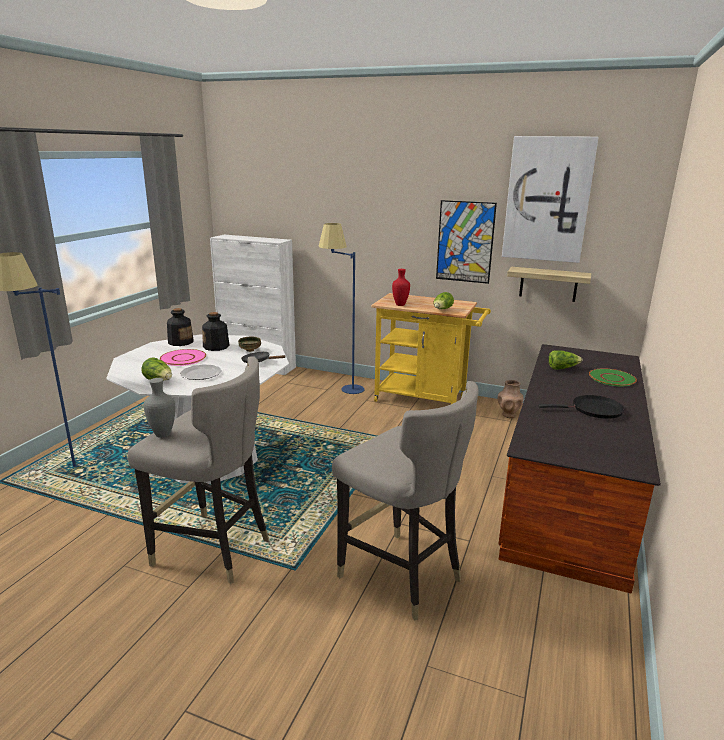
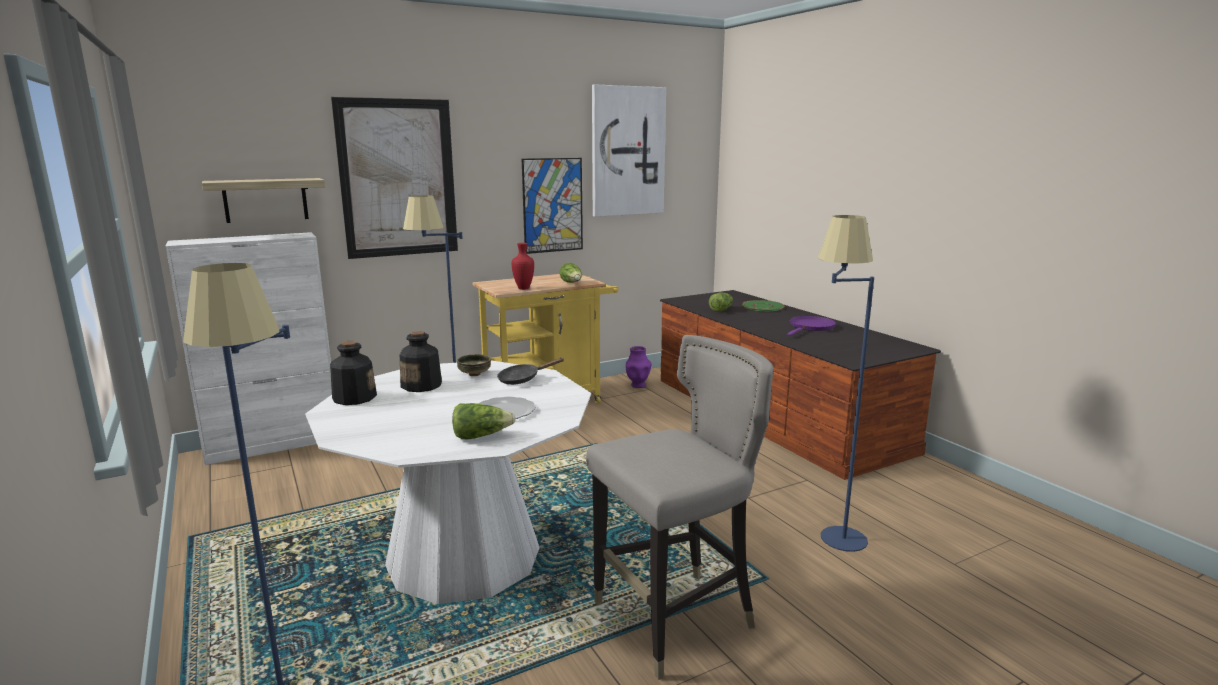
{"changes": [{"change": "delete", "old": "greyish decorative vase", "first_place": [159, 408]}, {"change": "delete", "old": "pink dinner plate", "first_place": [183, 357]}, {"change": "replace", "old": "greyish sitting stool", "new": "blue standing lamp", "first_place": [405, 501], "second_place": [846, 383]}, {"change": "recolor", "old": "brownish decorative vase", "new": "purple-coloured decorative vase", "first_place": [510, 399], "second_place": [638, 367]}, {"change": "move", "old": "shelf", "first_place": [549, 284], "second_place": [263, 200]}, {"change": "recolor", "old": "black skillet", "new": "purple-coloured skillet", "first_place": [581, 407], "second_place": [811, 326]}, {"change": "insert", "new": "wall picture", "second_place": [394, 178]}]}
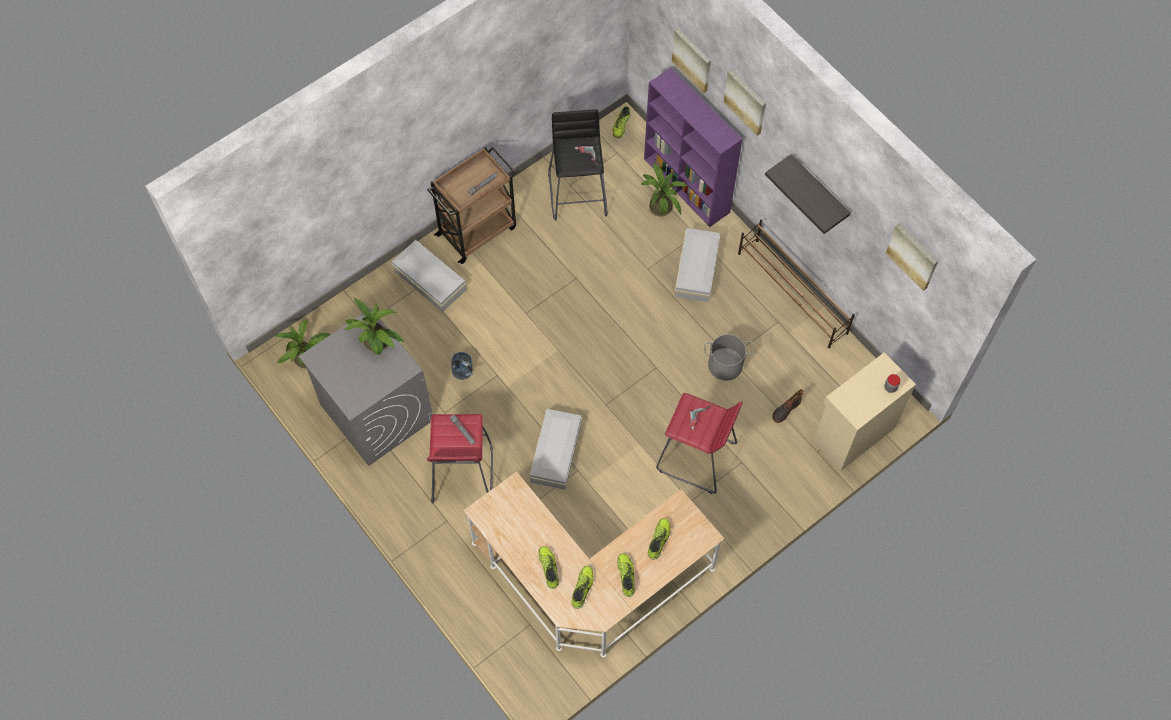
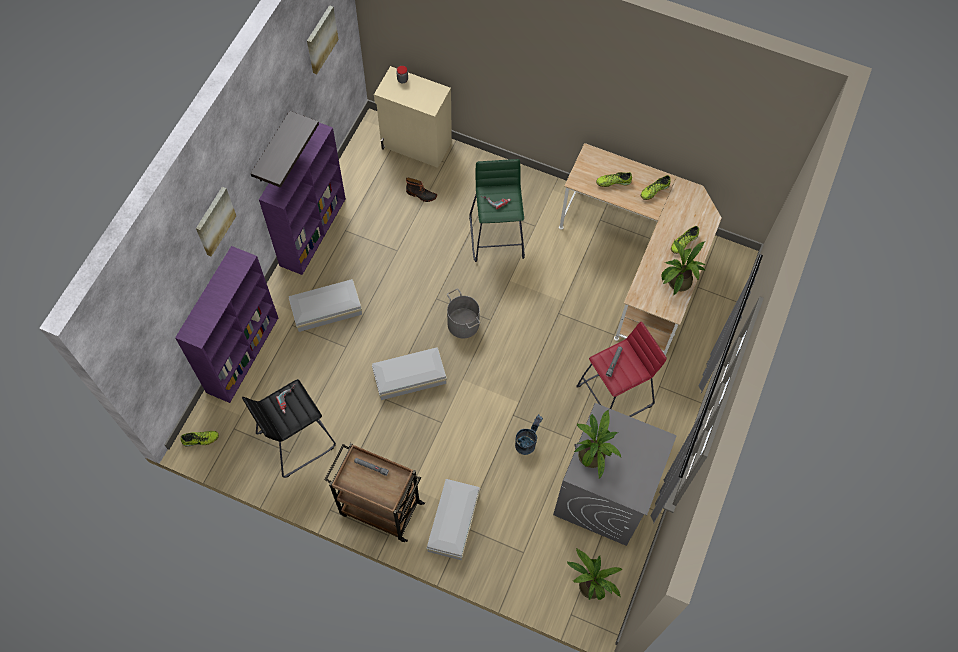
{"changes": [{"change": "move", "old": "white storage box", "first_place": [555, 449], "second_place": [409, 373]}, {"change": "delete", "old": "shoe", "first_place": [582, 587]}, {"change": "move", "old": "houseplant", "first_place": [664, 189], "second_place": [684, 267]}, {"change": "recolor", "old": "reddish sitting stool", "new": "greenish sitting stool", "first_place": [699, 443], "second_place": [497, 210]}, {"change": "delete", "old": "wall picture", "first_place": [691, 60]}, {"change": "move", "old": "greyish pail", "first_place": [729, 357], "second_place": [463, 313]}, {"change": "replace", "old": "brownish shoe stand", "new": "purple-coloured bookcase", "first_place": [796, 283], "second_place": [302, 199]}]}
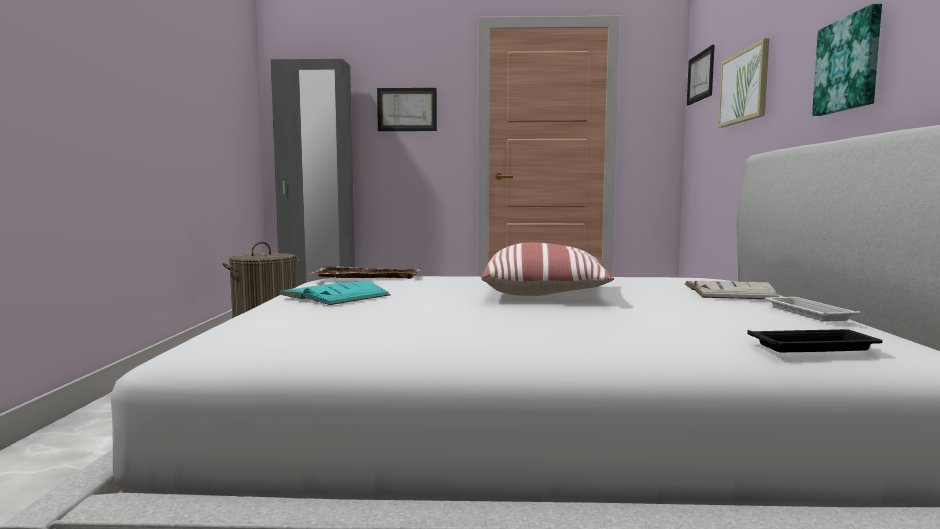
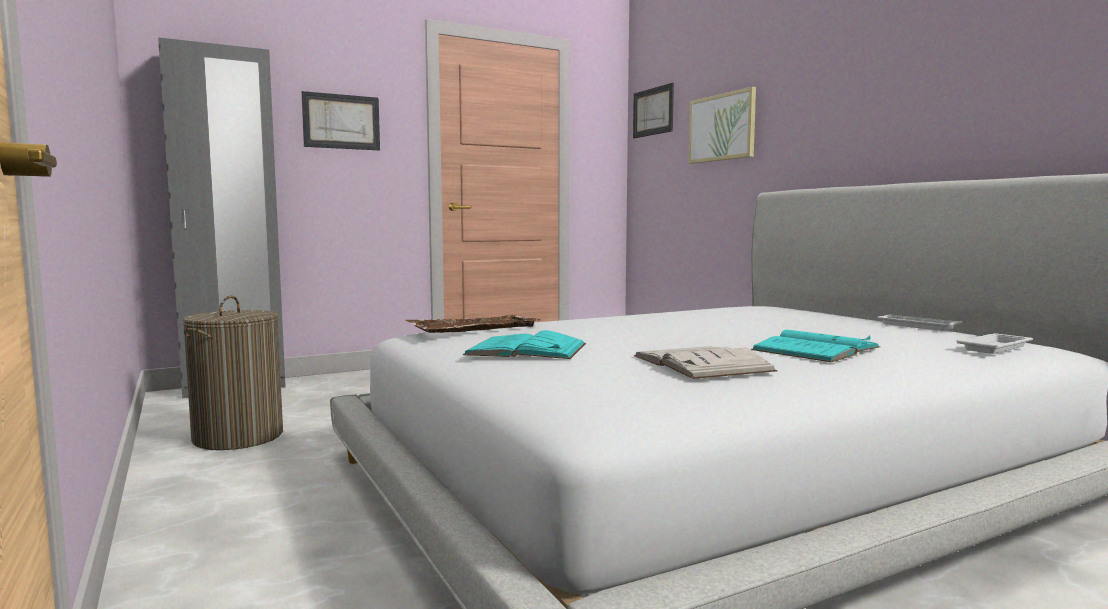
{"changes": [{"change": "delete", "old": "pillow", "first_place": [547, 269]}, {"change": "move", "old": "white book", "first_place": [732, 290], "second_place": [706, 362]}, {"change": "recolor", "old": "black carrying tray", "new": "white carrying tray", "first_place": [815, 340], "second_place": [995, 343]}, {"change": "delete", "old": "wall picture", "first_place": [847, 60]}, {"change": "insert", "new": "turquoise-coloured book", "second_place": [815, 345]}]}
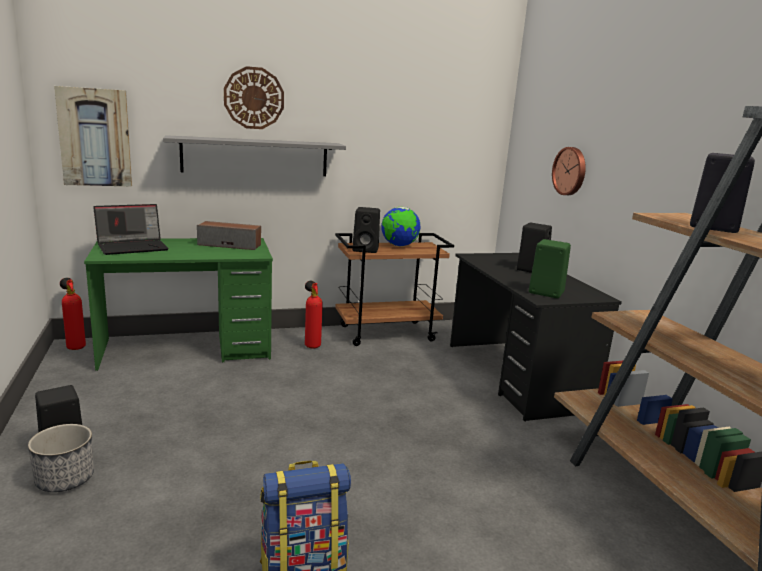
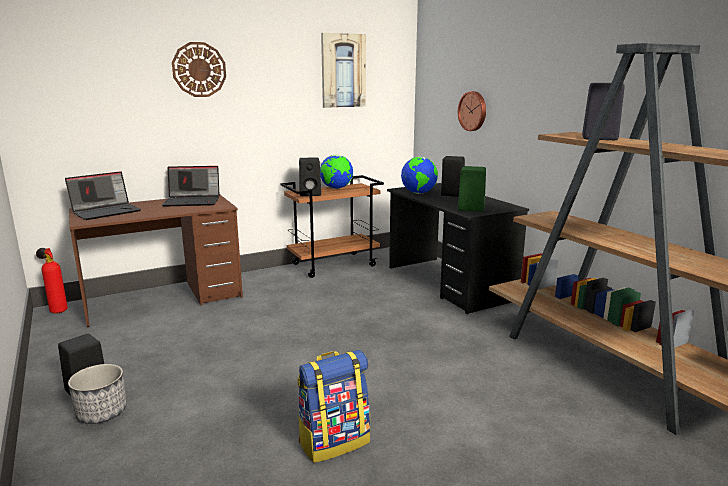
{"changes": [{"change": "move", "old": "wall picture", "first_place": [93, 136], "second_place": [343, 70]}, {"change": "recolor", "old": "greenish desk table", "new": "brownish desk table", "first_place": [178, 304], "second_place": [156, 260]}, {"change": "delete", "old": "greyish shelf", "first_place": [254, 155]}, {"change": "replace", "old": "audio speaker", "new": "portable computer", "first_place": [229, 235], "second_place": [191, 186]}, {"change": "delete", "old": "extinguisher", "first_place": [314, 315]}, {"change": "insert", "new": "desk globe", "second_place": [419, 175]}]}
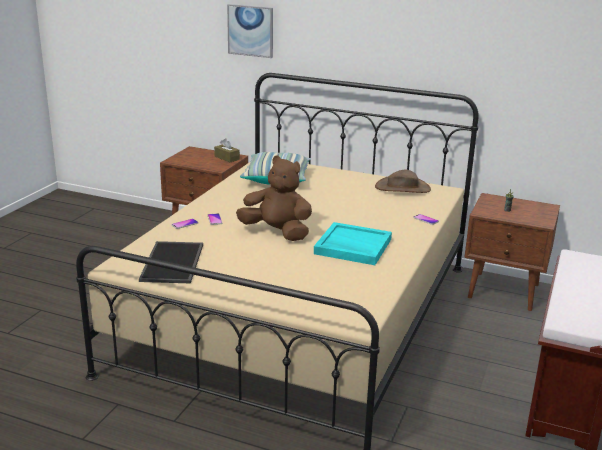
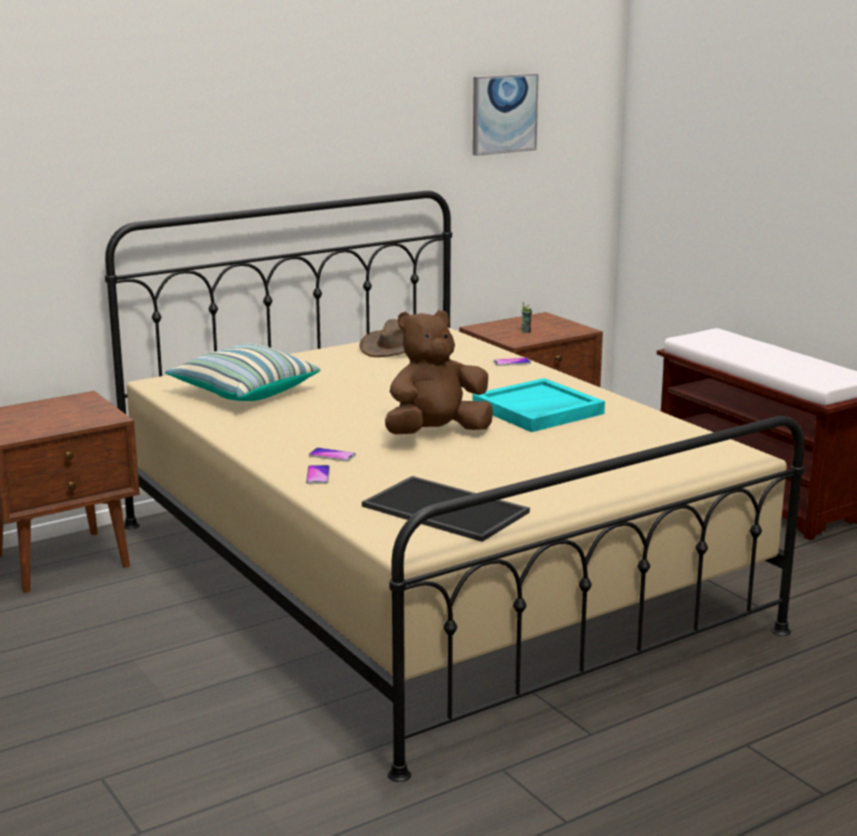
{"changes": [{"change": "delete", "old": "brownish tissue holder", "first_place": [227, 150]}, {"change": "move", "old": "wall picture", "first_place": [250, 31], "second_place": [506, 114]}]}
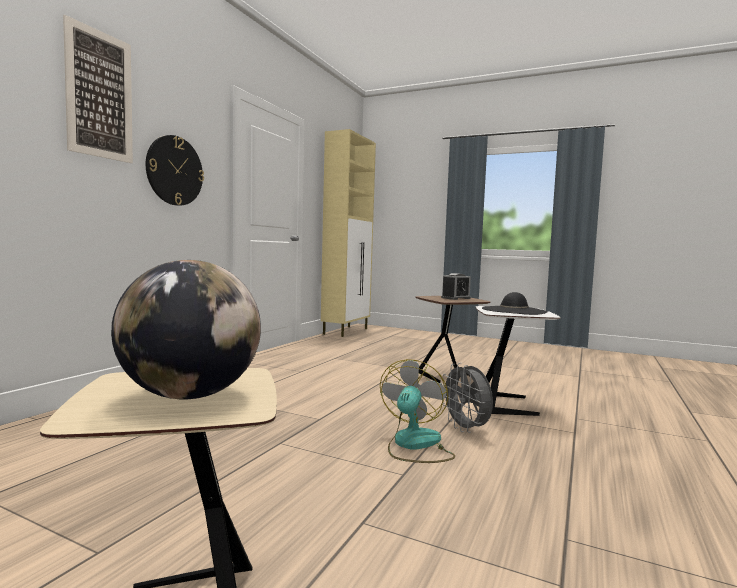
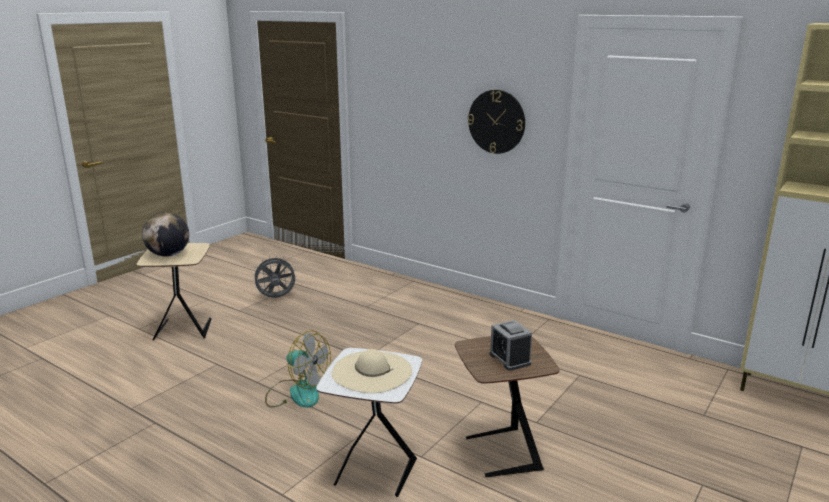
{"changes": [{"change": "delete", "old": "wall picture", "first_place": [98, 89]}, {"change": "move", "old": "greyish electric fan", "first_place": [467, 398], "second_place": [274, 276]}, {"change": "recolor", "old": "black clothing hat", "new": "beige clothing hat", "first_place": [515, 303], "second_place": [372, 371]}]}
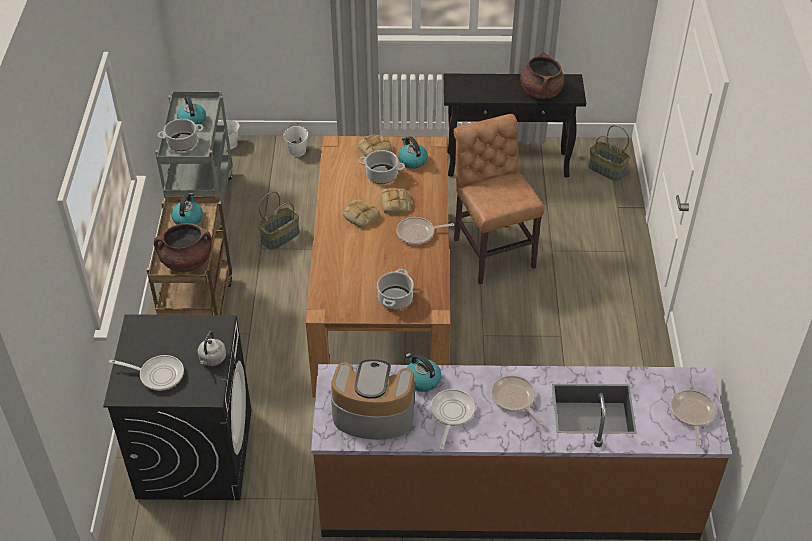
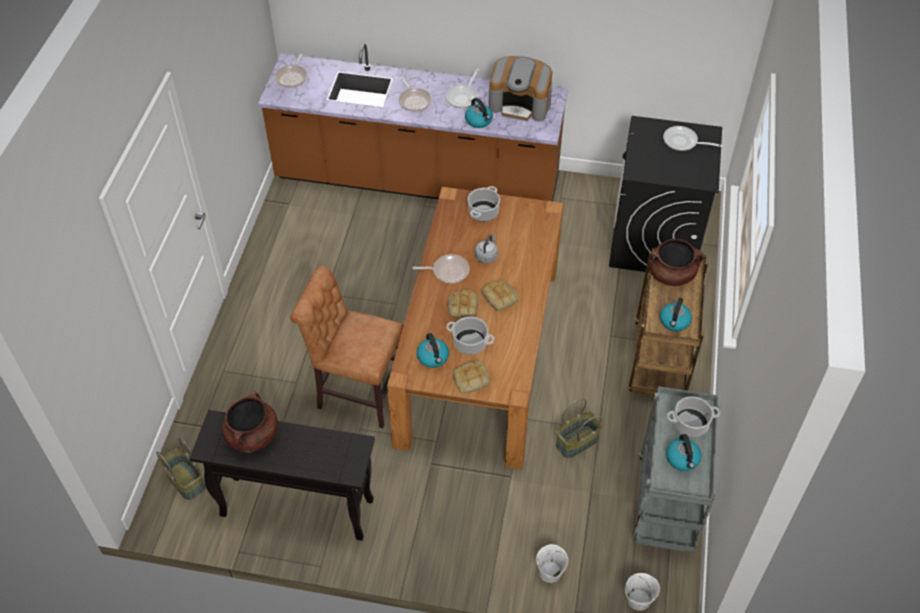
{"changes": [{"change": "move", "old": "greyish water kettle", "first_place": [212, 348], "second_place": [486, 249]}, {"change": "rotate", "old": "brownish upright chair", "first_place": [498, 199], "second_place": [347, 347], "degrees": 120}]}
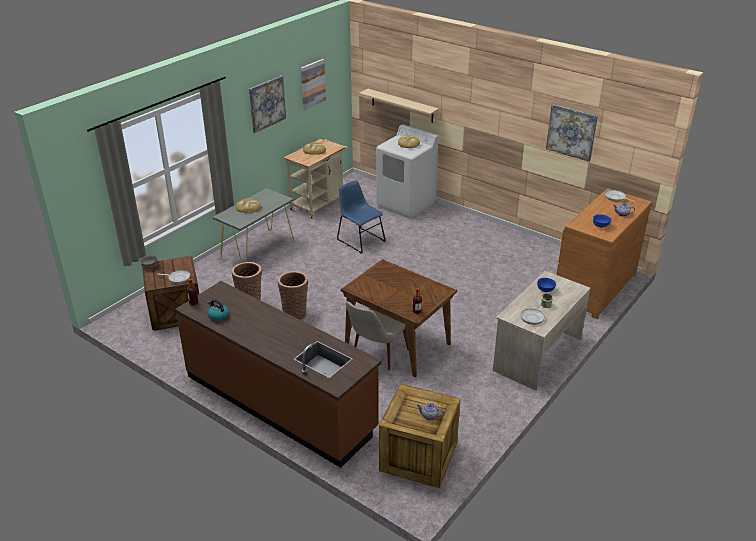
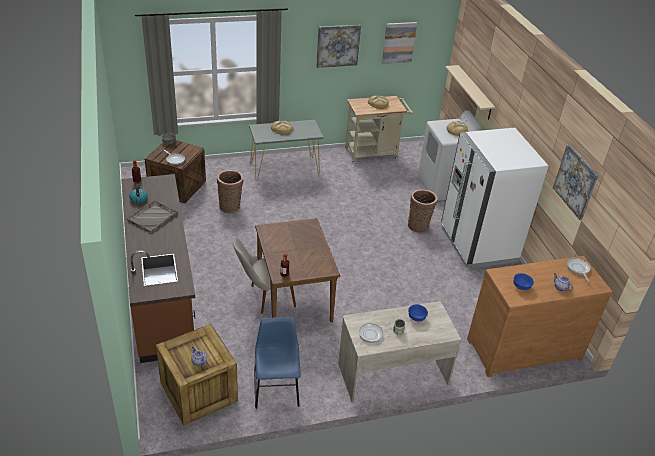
{"changes": [{"change": "move", "old": "storage basket", "first_place": [293, 295], "second_place": [423, 211]}, {"change": "move", "old": "blue upright chair", "first_place": [361, 217], "second_place": [277, 363]}, {"change": "insert", "new": "greyish carrying tray", "second_place": [152, 216]}, {"change": "insert", "new": "white fridge", "second_place": [495, 198]}]}
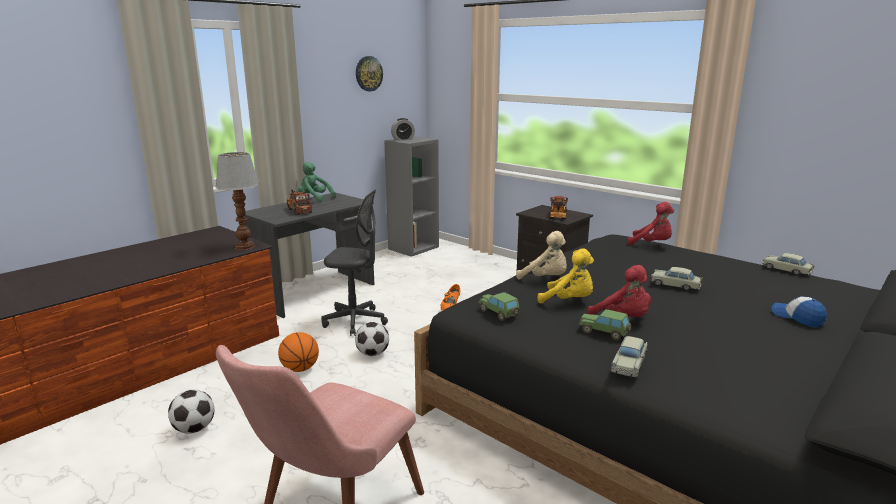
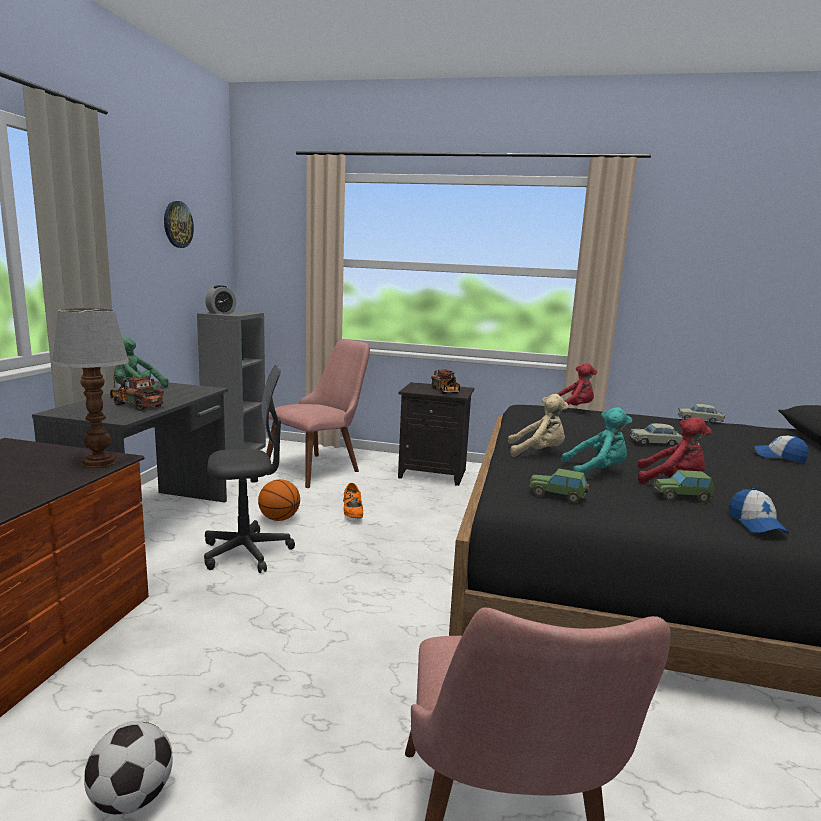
{"changes": [{"change": "move", "old": "ball for basketball", "first_place": [298, 352], "second_place": [279, 500]}, {"change": "delete", "old": "football ball", "first_place": [372, 339]}, {"change": "recolor", "old": "yellowish plush toy", "new": "turquoise-coloured plush toy", "first_place": [566, 276], "second_place": [596, 440]}, {"change": "replace", "old": "beige toy car", "new": "baseball cap", "first_place": [628, 356], "second_place": [758, 511]}, {"change": "insert", "new": "pink upright chair", "second_place": [318, 413]}]}
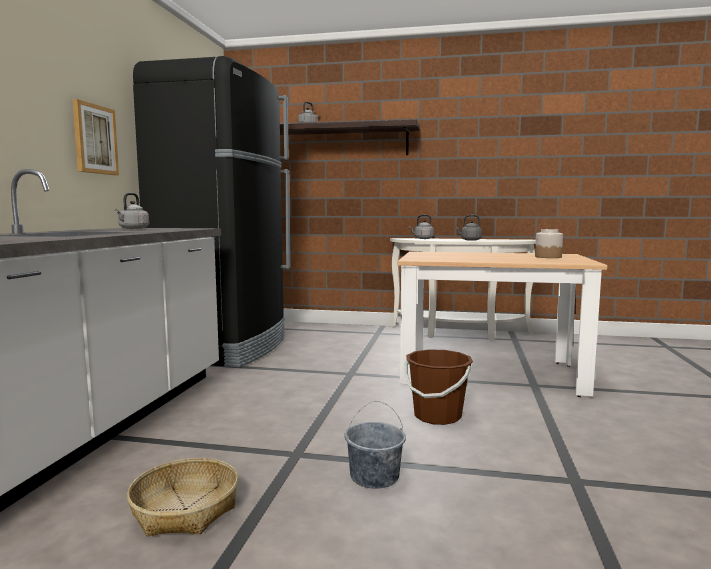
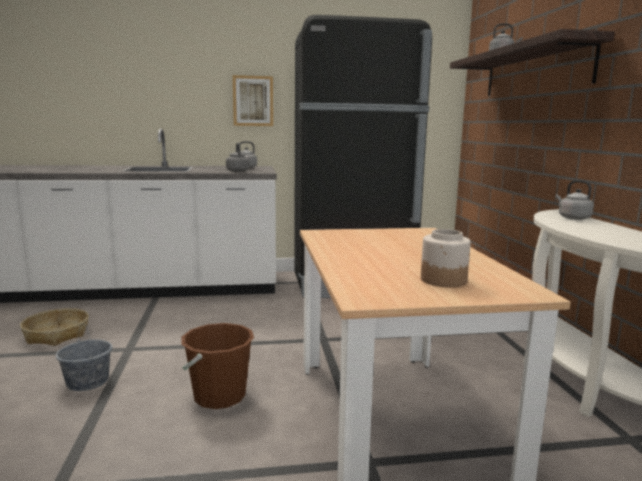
{"changes": [{"change": "move", "old": "greyish water kettle", "first_place": [468, 228], "second_place": [237, 157]}]}
